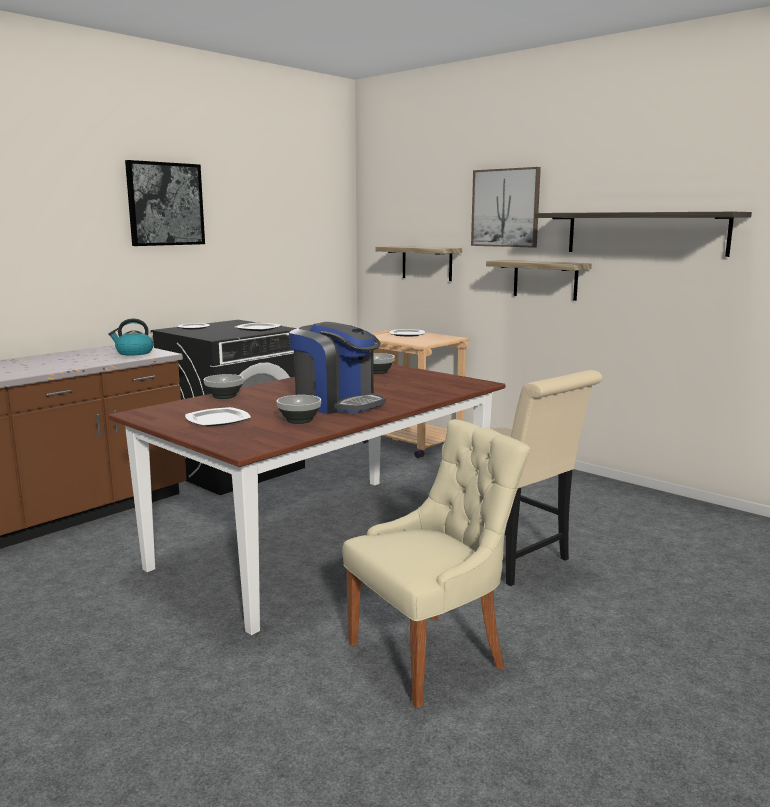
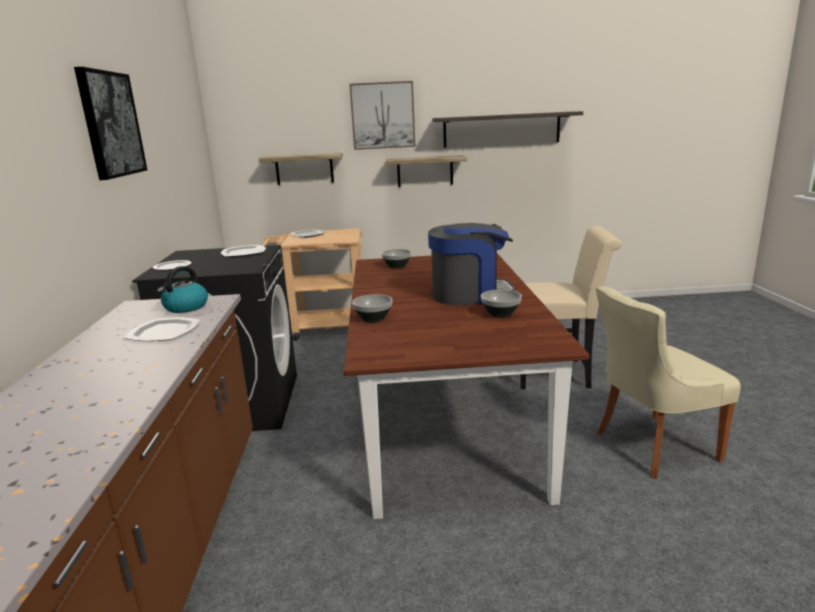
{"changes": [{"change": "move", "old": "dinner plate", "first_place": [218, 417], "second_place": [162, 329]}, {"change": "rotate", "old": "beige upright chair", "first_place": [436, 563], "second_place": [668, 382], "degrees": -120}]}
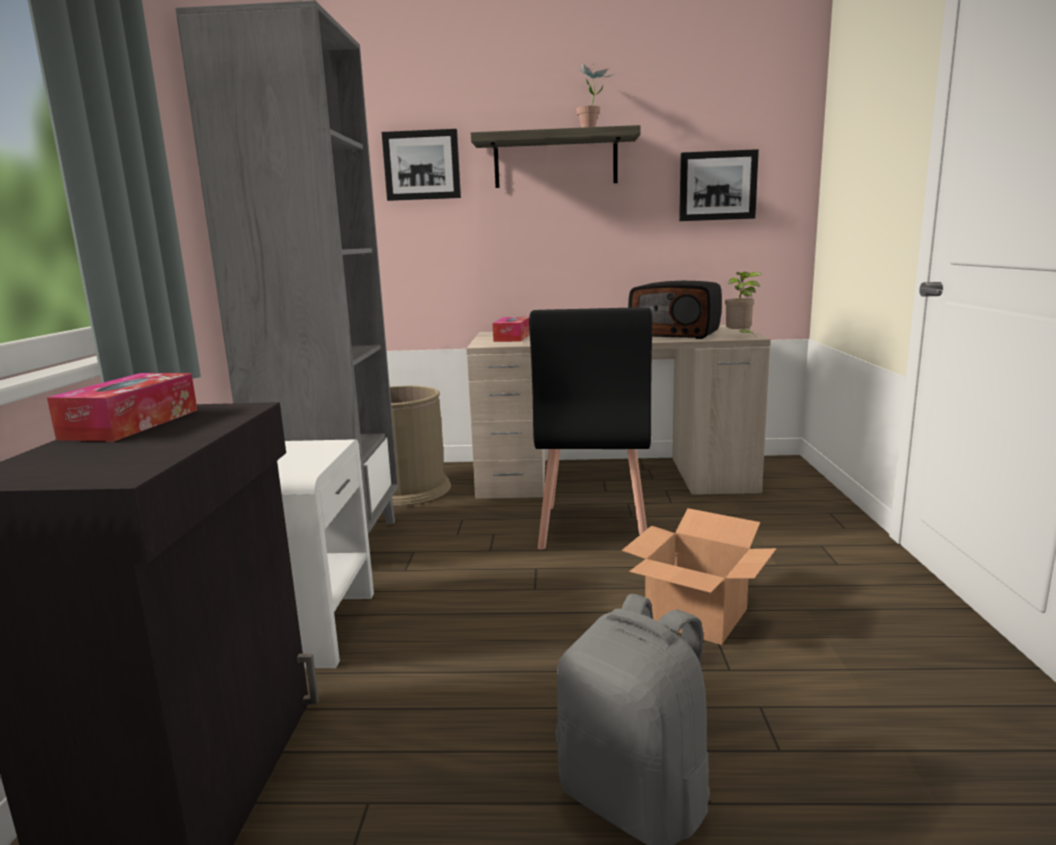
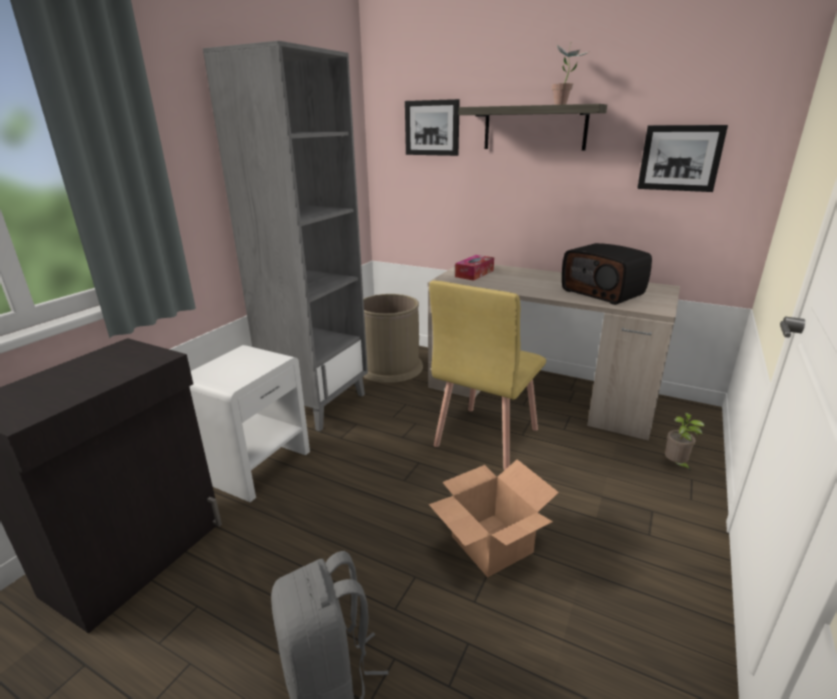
{"changes": [{"change": "delete", "old": "tissue holder", "first_place": [122, 407]}, {"change": "recolor", "old": "black upright chair", "new": "yellowish upright chair", "first_place": [590, 428], "second_place": [487, 375]}, {"change": "move", "old": "houseplant", "first_place": [743, 303], "second_place": [685, 442]}]}
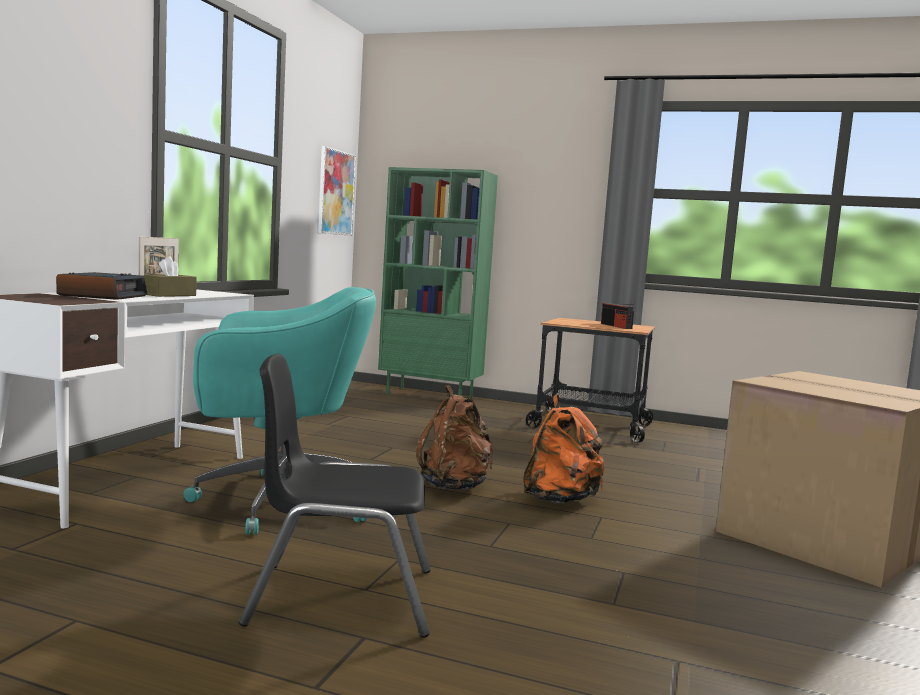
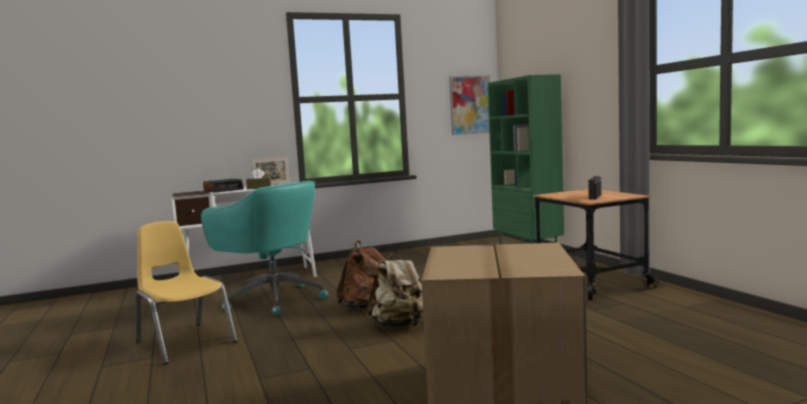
{"changes": [{"change": "recolor", "old": "black upright chair", "new": "yellowish upright chair", "first_place": [335, 495], "second_place": [187, 292]}, {"change": "recolor", "old": "orange-coloured rucksack", "new": "beige rucksack", "first_place": [564, 448], "second_place": [395, 289]}]}
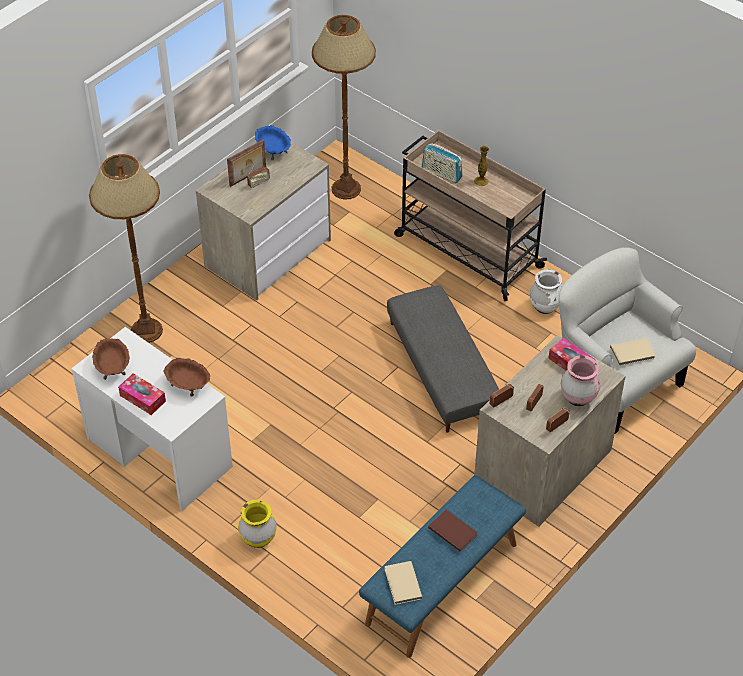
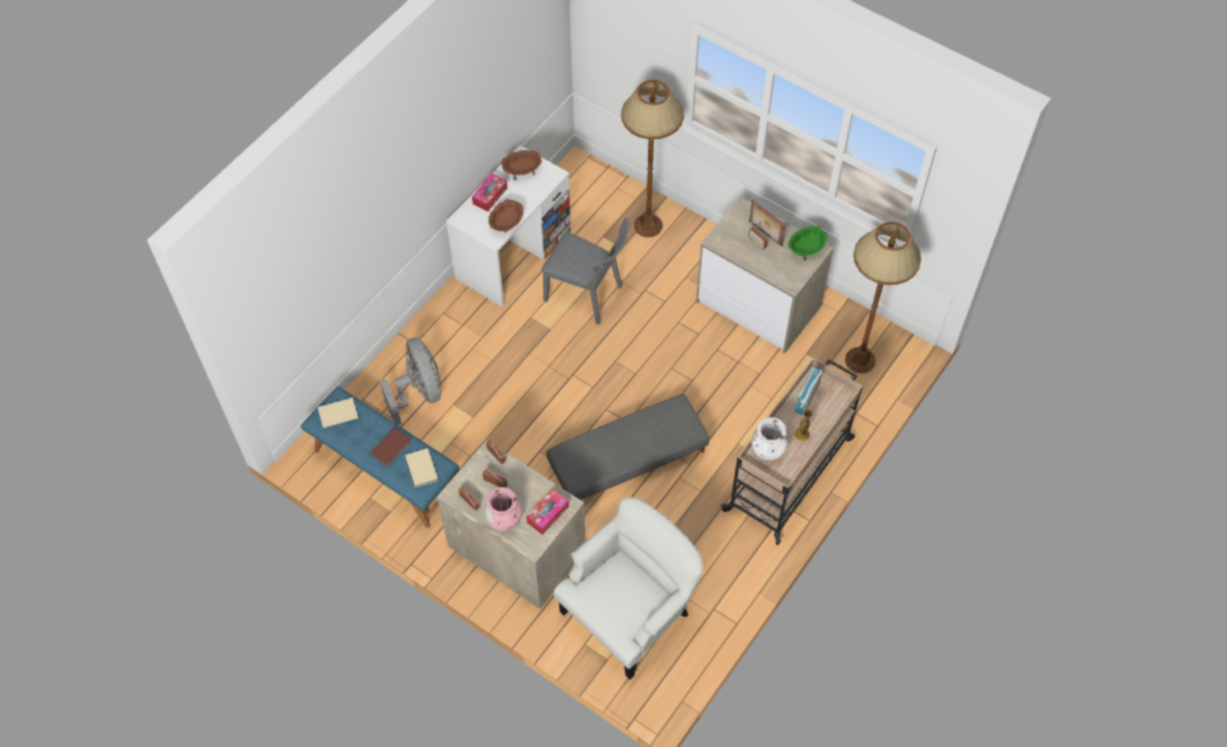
{"changes": [{"change": "delete", "old": "yellowish decorative vase", "first_place": [257, 524]}, {"change": "recolor", "old": "blue deep dish", "new": "greenish deep dish", "first_place": [273, 142], "second_place": [808, 243]}, {"change": "move", "old": "white decorative vase", "first_place": [546, 291], "second_place": [770, 439]}, {"change": "move", "old": "beige book", "first_place": [632, 352], "second_place": [421, 468]}, {"change": "insert", "new": "greyish electric fan", "second_place": [411, 381]}, {"change": "insert", "new": "greyish upright chair", "second_place": [586, 271]}]}
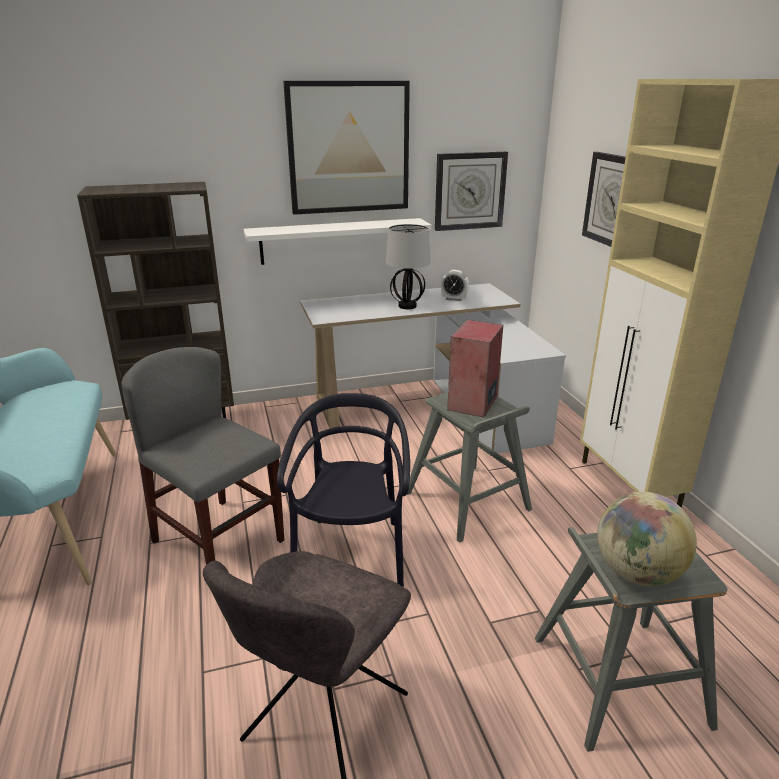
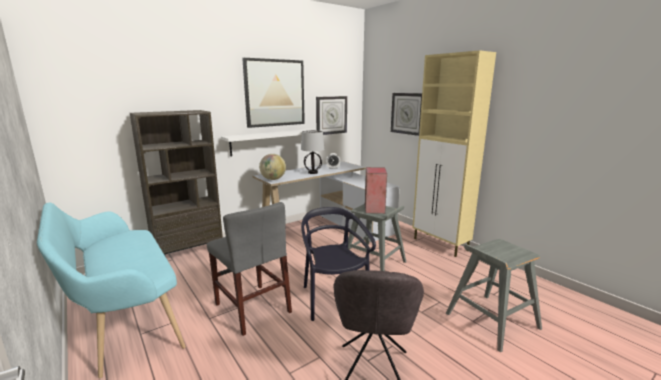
{"changes": [{"change": "rotate", "old": "greyish upright chair", "first_place": [203, 456], "second_place": [249, 269], "degrees": -150}, {"change": "move", "old": "desk globe", "first_place": [647, 539], "second_place": [272, 167]}]}
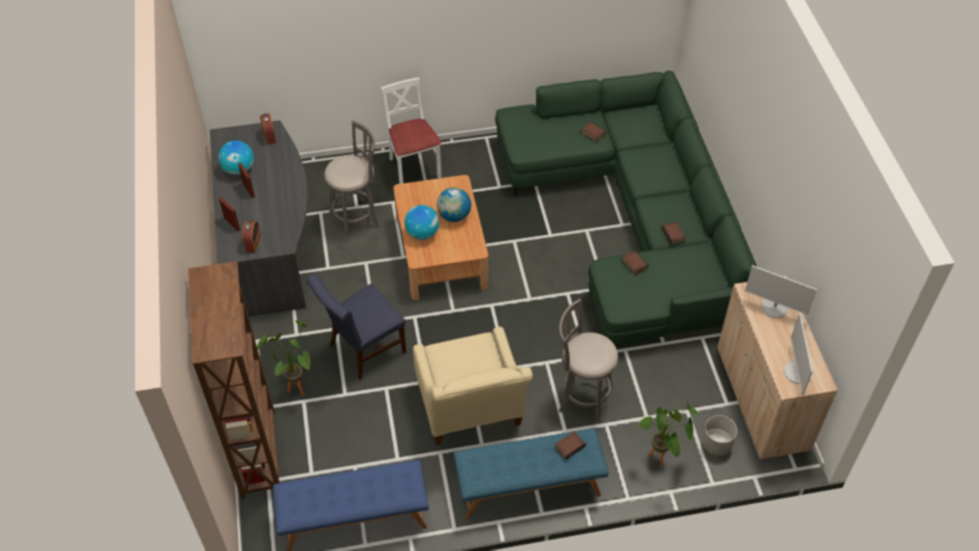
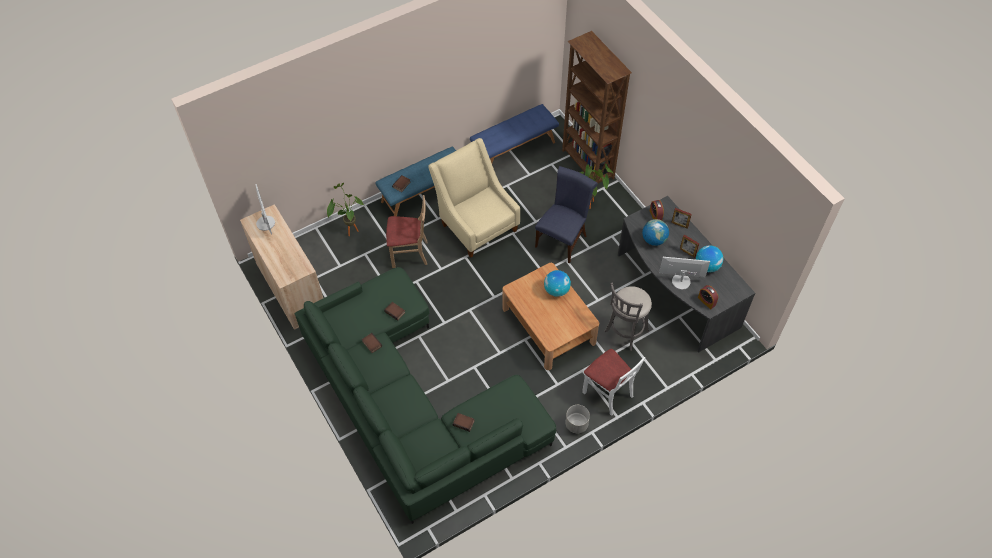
{"changes": [{"change": "move", "old": "desk globe", "first_place": [454, 205], "second_place": [655, 232]}, {"change": "replace", "old": "greyish sitting stool", "new": "beige upright chair", "first_place": [588, 361], "second_place": [407, 231]}, {"change": "move", "old": "greyish planter", "first_place": [719, 435], "second_place": [577, 419]}, {"change": "move", "old": "computer display", "first_place": [781, 291], "second_place": [684, 273]}]}
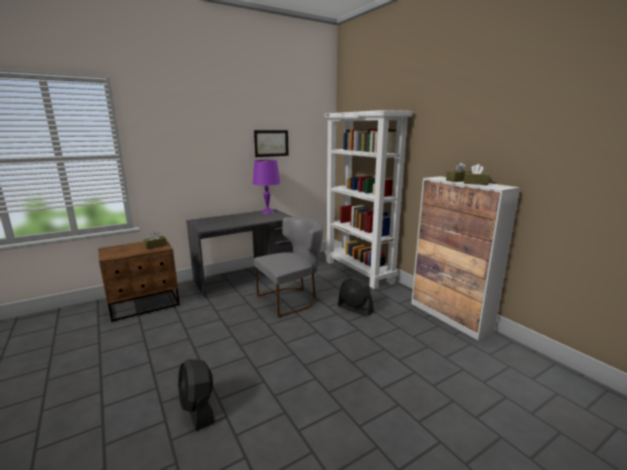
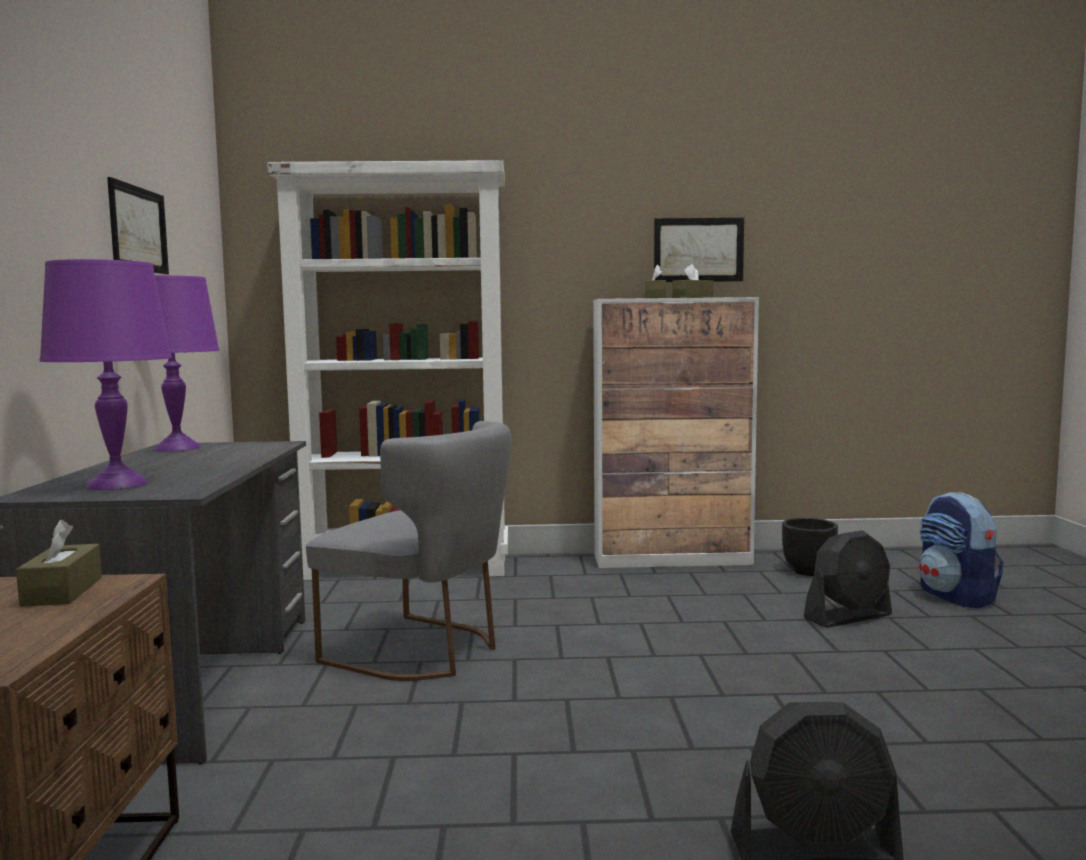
{"changes": [{"change": "rotate", "old": "greyish upright chair", "first_place": [288, 267], "second_place": [409, 551], "degrees": 120}, {"change": "move", "old": "black electric fan", "first_place": [355, 296], "second_place": [848, 579]}, {"change": "insert", "new": "purple-coloured tabletop lamp", "second_place": [105, 374]}, {"change": "insert", "new": "wall picture", "second_place": [699, 250]}, {"change": "insert", "new": "black planter", "second_place": [810, 547]}, {"change": "insert", "new": "rucksack", "second_place": [961, 550]}]}
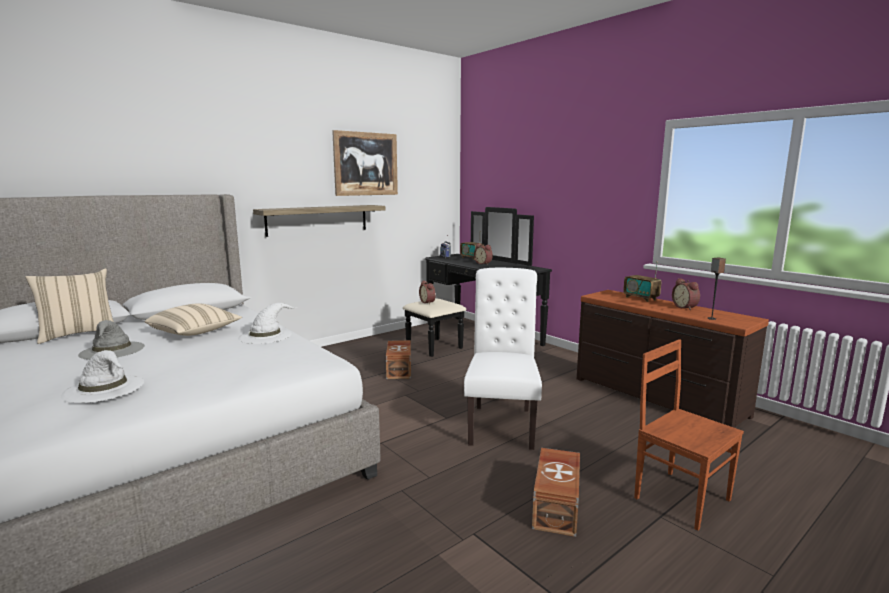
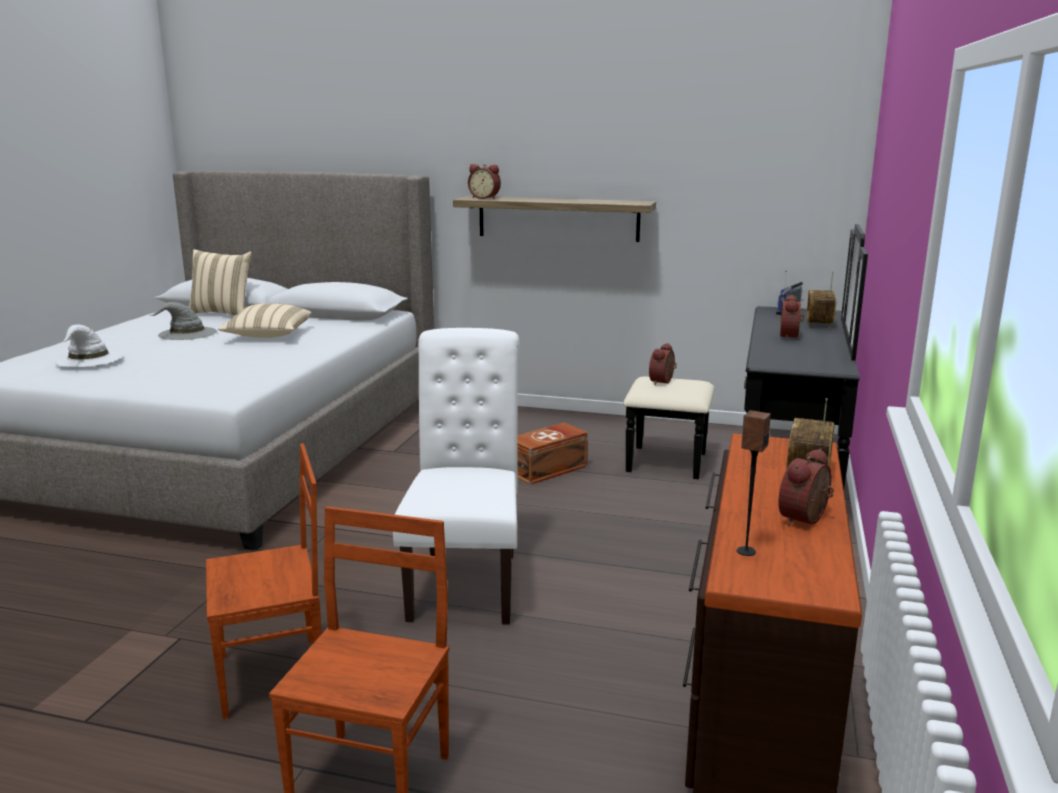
{"changes": [{"change": "delete", "old": "white clothing hat", "first_place": [268, 323]}, {"change": "delete", "old": "wall picture", "first_place": [365, 163]}, {"change": "rotate", "old": "white upright chair", "first_place": [503, 359], "second_place": [456, 476], "degrees": -60}, {"change": "replace", "old": "brownish storage box", "new": "brownish upright chair", "first_place": [556, 492], "second_place": [264, 581]}, {"change": "insert", "new": "bedside clock", "second_place": [484, 181]}]}
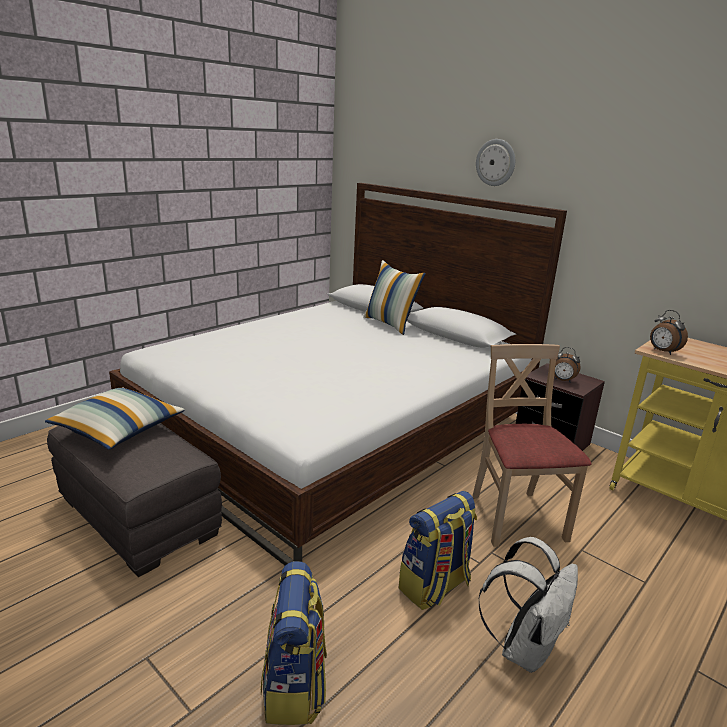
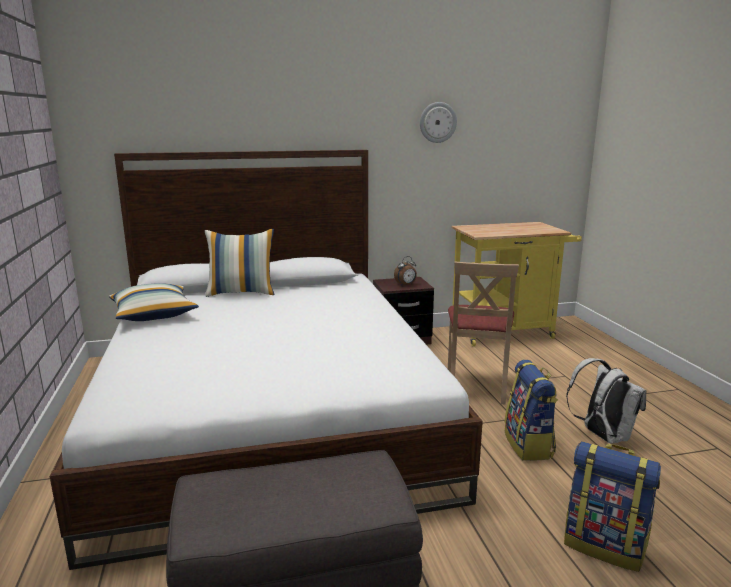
{"changes": [{"change": "move", "old": "pillow", "first_place": [115, 419], "second_place": [154, 302]}, {"change": "rotate", "old": "beige upright chair", "first_place": [532, 445], "second_place": [483, 333], "degrees": -105}, {"change": "move", "old": "clock on the wall", "first_place": [495, 162], "second_place": [438, 122]}, {"change": "delete", "old": "bedside clock", "first_place": [669, 332]}]}
